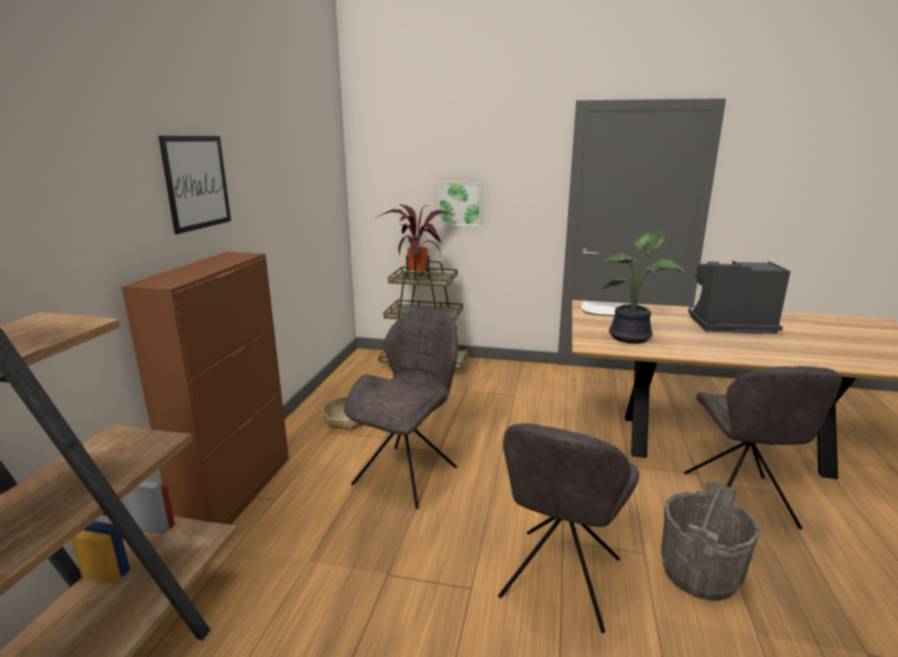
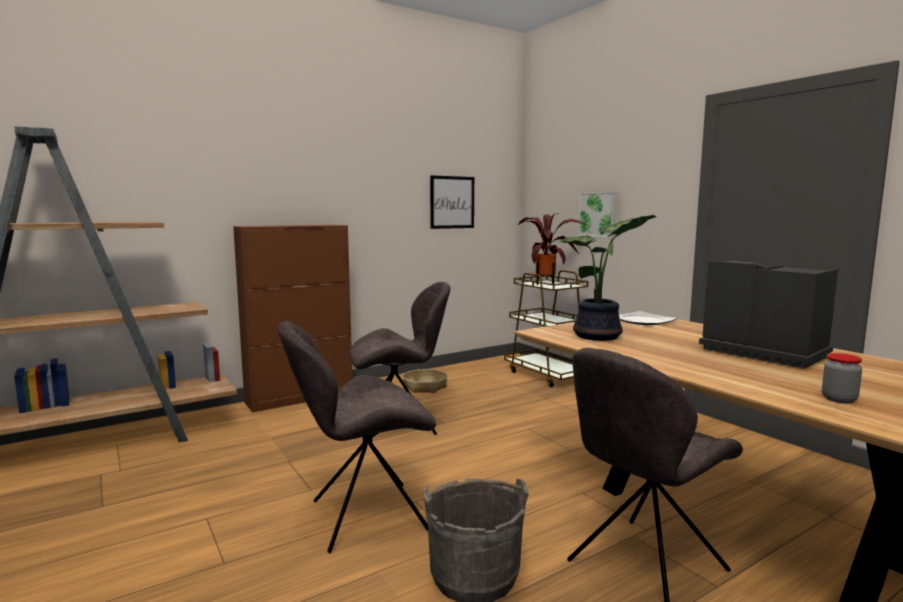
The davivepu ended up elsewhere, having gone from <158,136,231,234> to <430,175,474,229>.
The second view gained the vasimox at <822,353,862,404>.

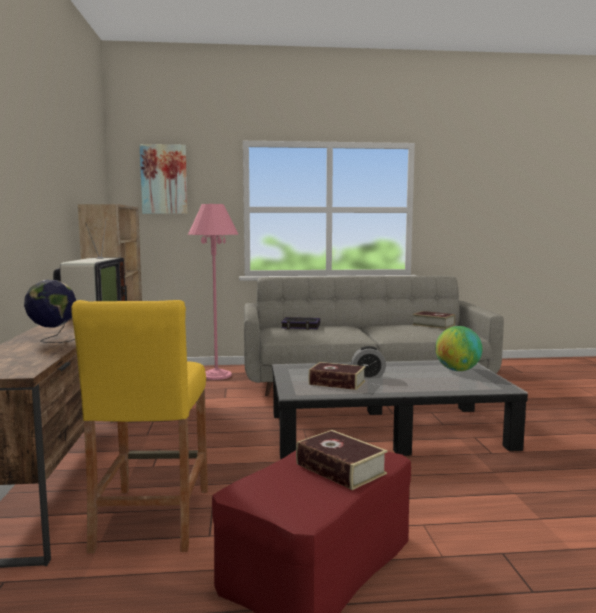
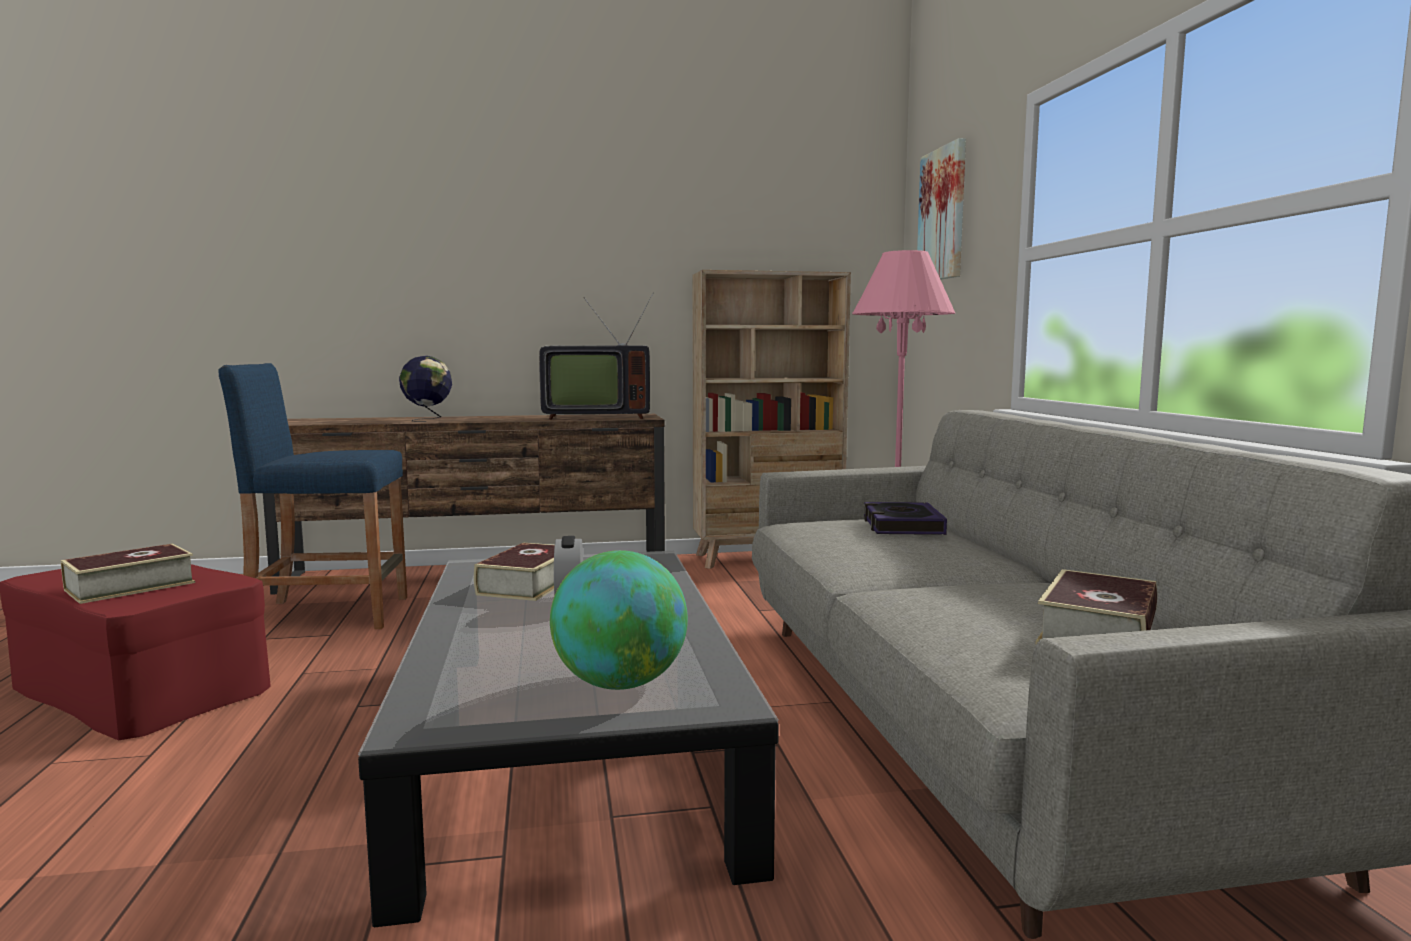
What was the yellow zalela at <71,300,208,553> turned into the blue zalela at <219,363,407,629>.

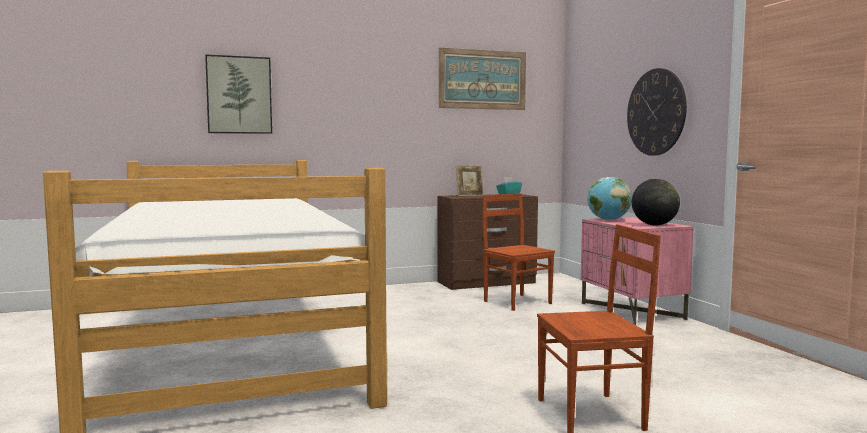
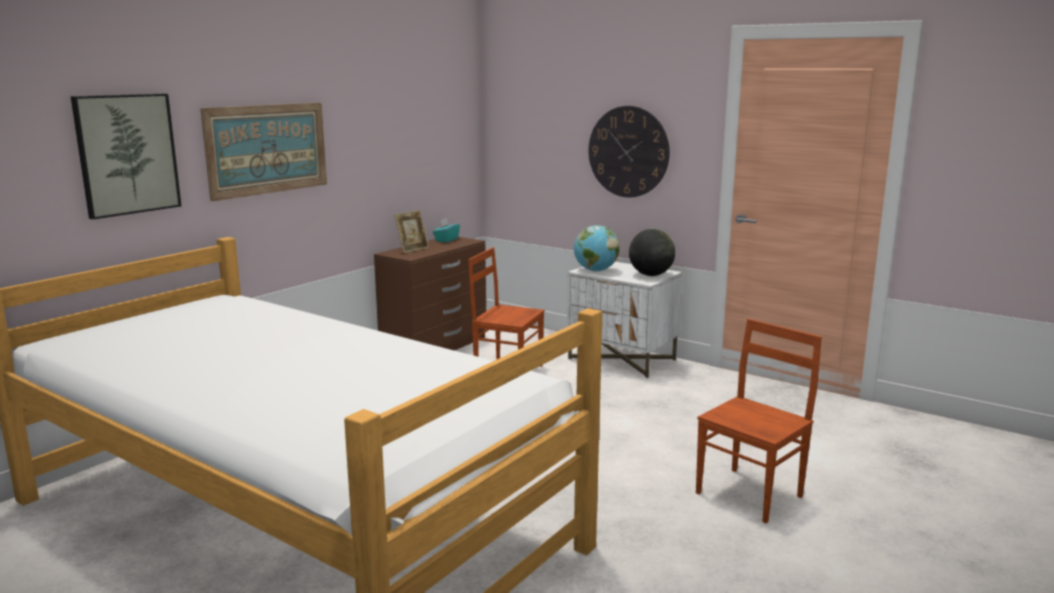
The davivepu ended up elsewhere, having gone from <439,48,526,110> to <200,103,327,201>.
What was the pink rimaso at <581,217,694,325> turned into the white rimaso at <567,262,682,379>.

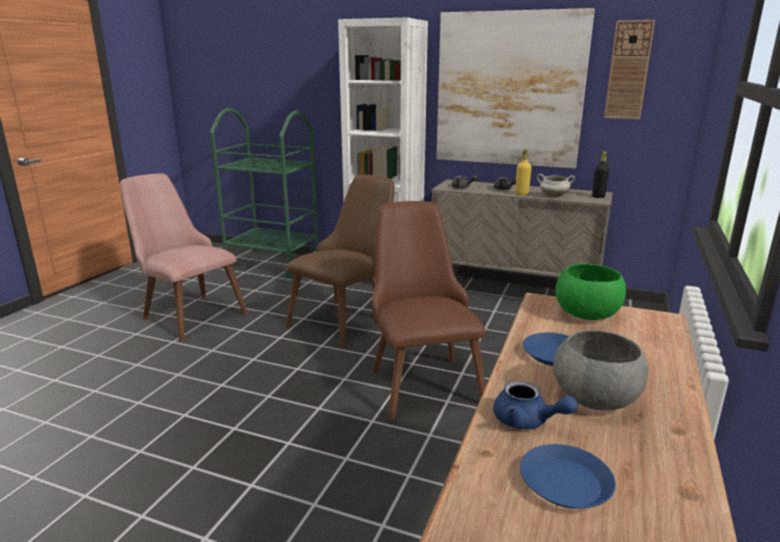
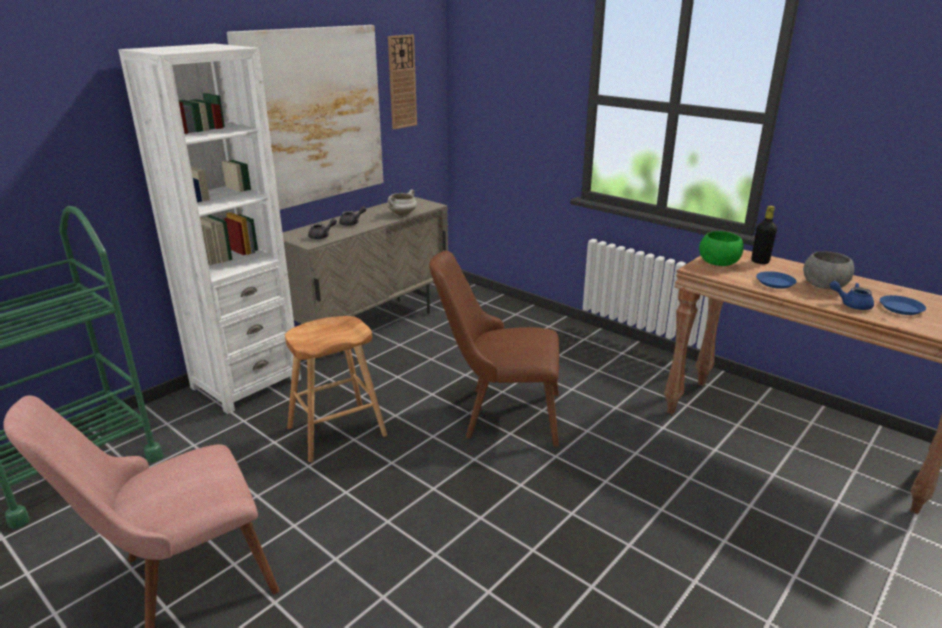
Where the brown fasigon stood at <286,174,395,348>, the brown zalela came to stand at <285,316,387,462>.
The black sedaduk ended up elsewhere, having gone from <592,151,609,198> to <751,206,777,264>.
The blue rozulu at <493,380,578,429> ended up facing another way, 120 degrees counterclockwise from before.
The second view lost the yellow sedaduk at <515,150,532,195>.

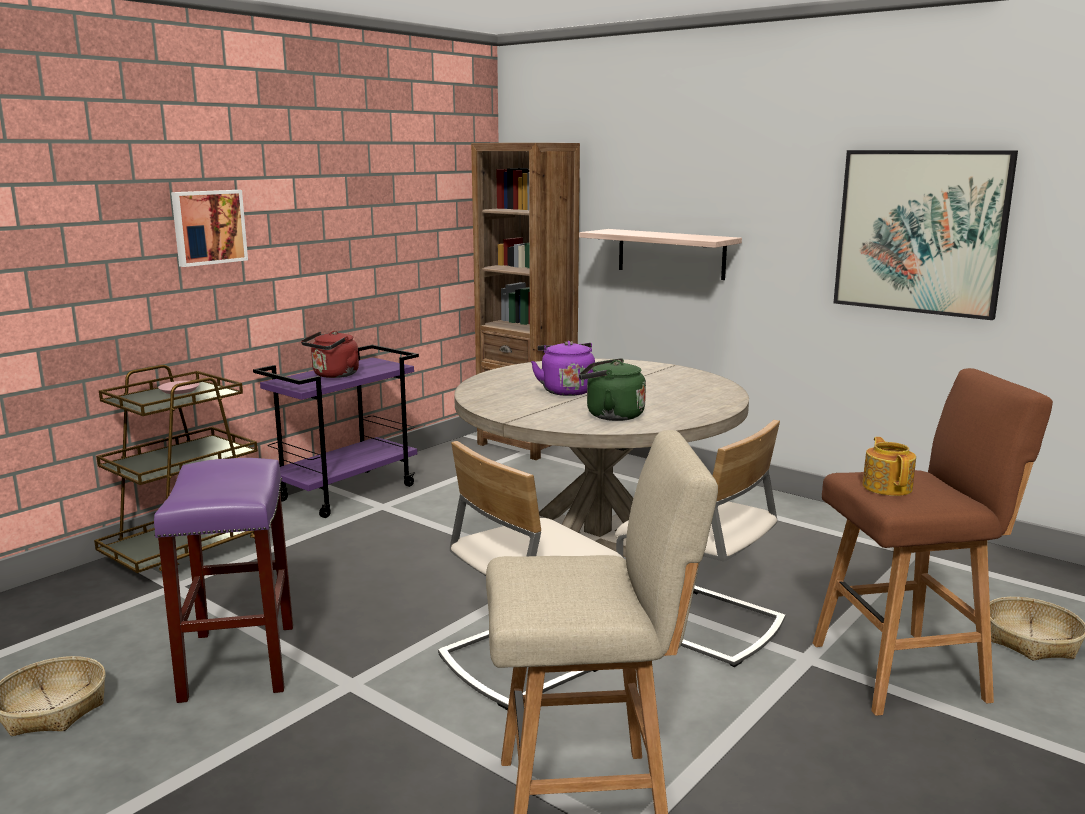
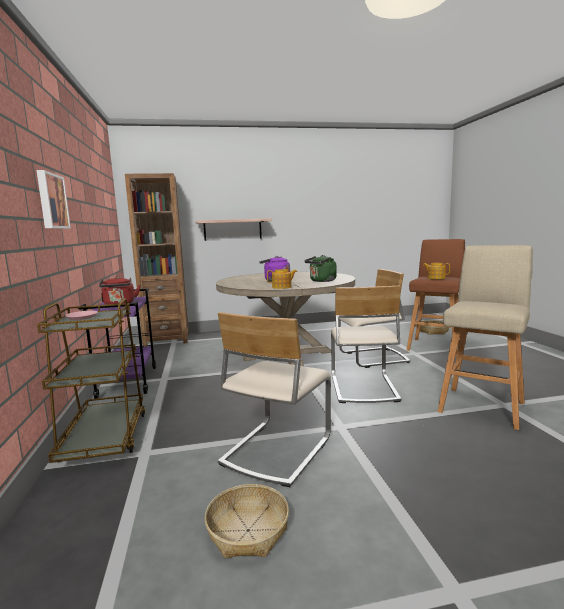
Where the purple zalela stood at <154,458,293,703>, the beige fasigon came to stand at <218,312,331,487>.
The second view gained the rozulu at <267,269,297,289>.
The second view lost the davivepu at <834,150,1018,320>.

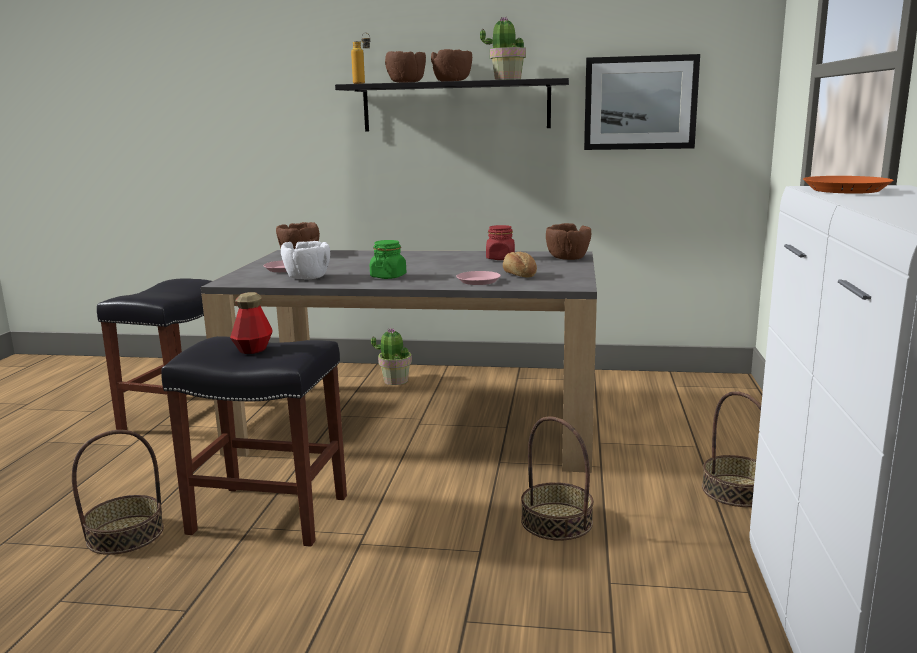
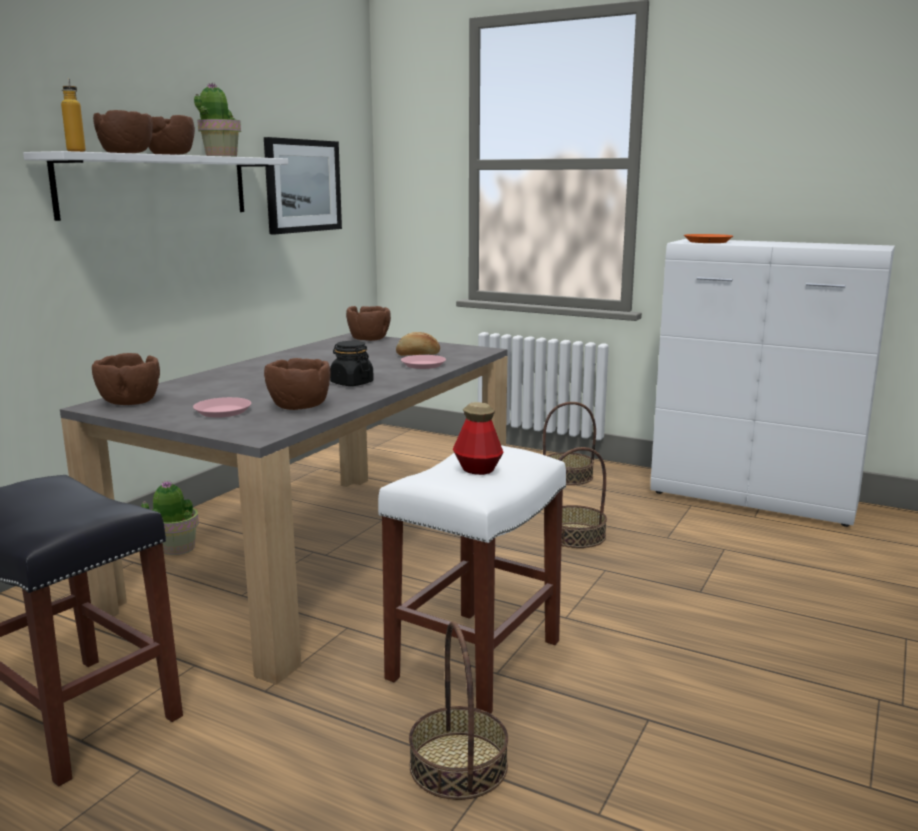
What was the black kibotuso at <335,78,569,132> turned into the white kibotuso at <23,151,288,221>.
What was the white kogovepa at <281,241,330,279> turned into the brown kogovepa at <264,358,331,410>.
What was the green vasimox at <370,240,406,279> turned into the black vasimox at <330,341,374,386>.
What was the black zalela at <161,336,347,547> turned into the white zalela at <378,445,566,714>.
The second view lost the red vasimox at <486,225,515,260>.

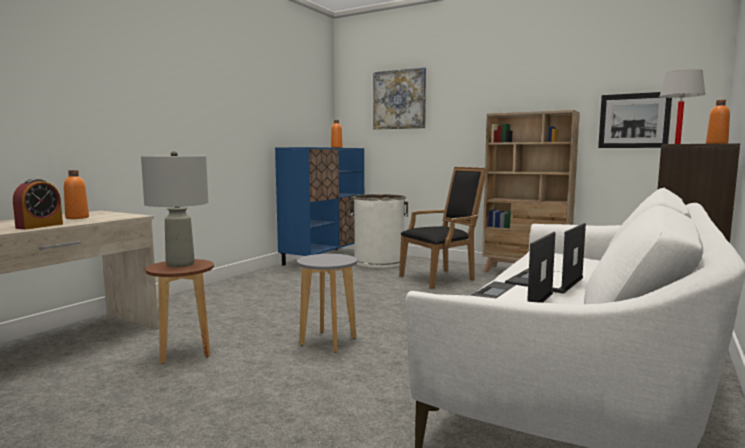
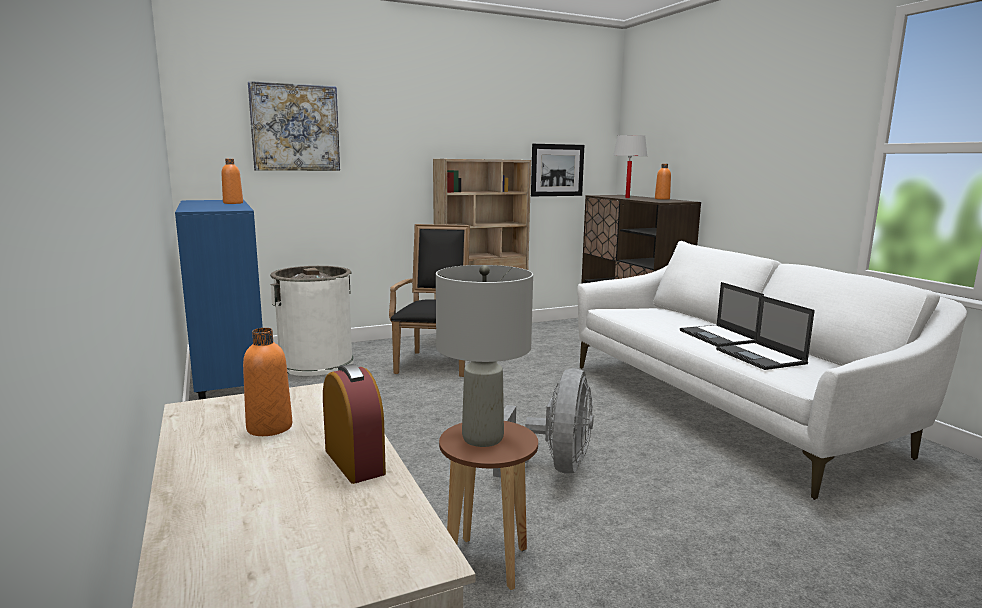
Where the grey zalela stood at <297,254,357,352>, the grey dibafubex came to stand at <493,368,594,478>.

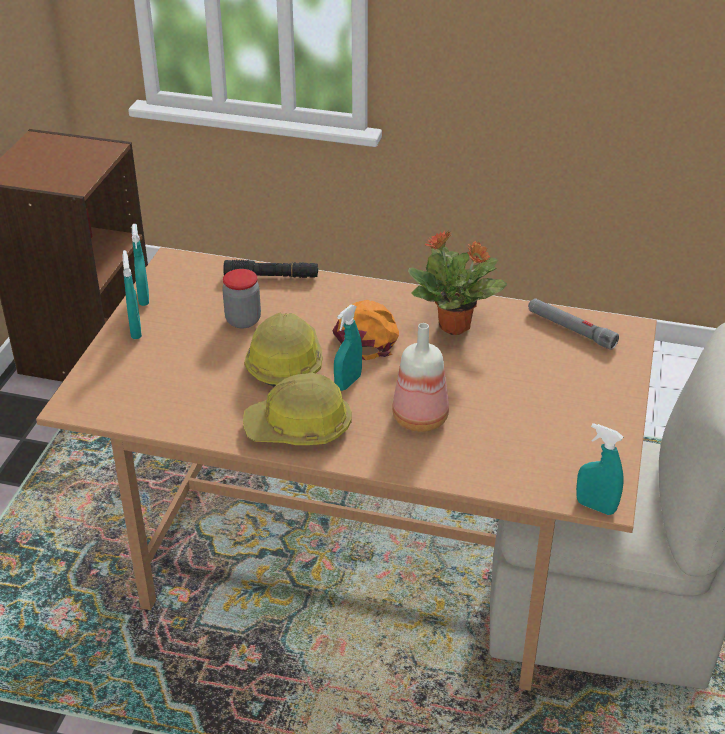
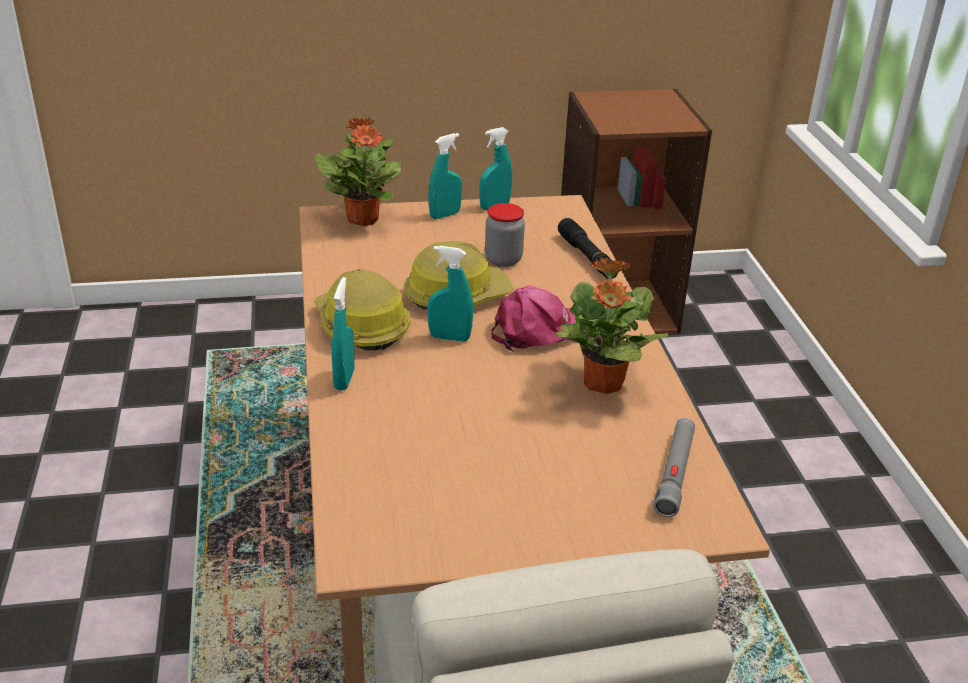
The second view gained the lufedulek at <315,116,402,226>.
The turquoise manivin ended up elsewhere, having gone from <576,423,624,515> to <332,277,354,390>.
What was the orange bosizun at <333,300,399,360> turned into the pink bosizun at <492,286,576,352>.
The second view lost the sedaduk at <392,323,449,432>.

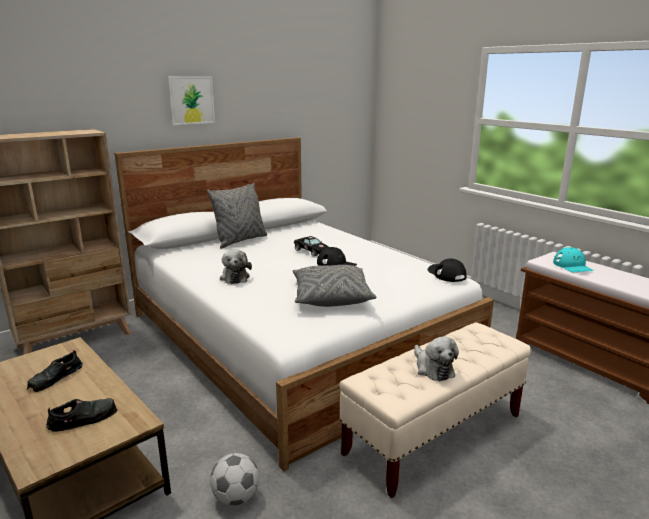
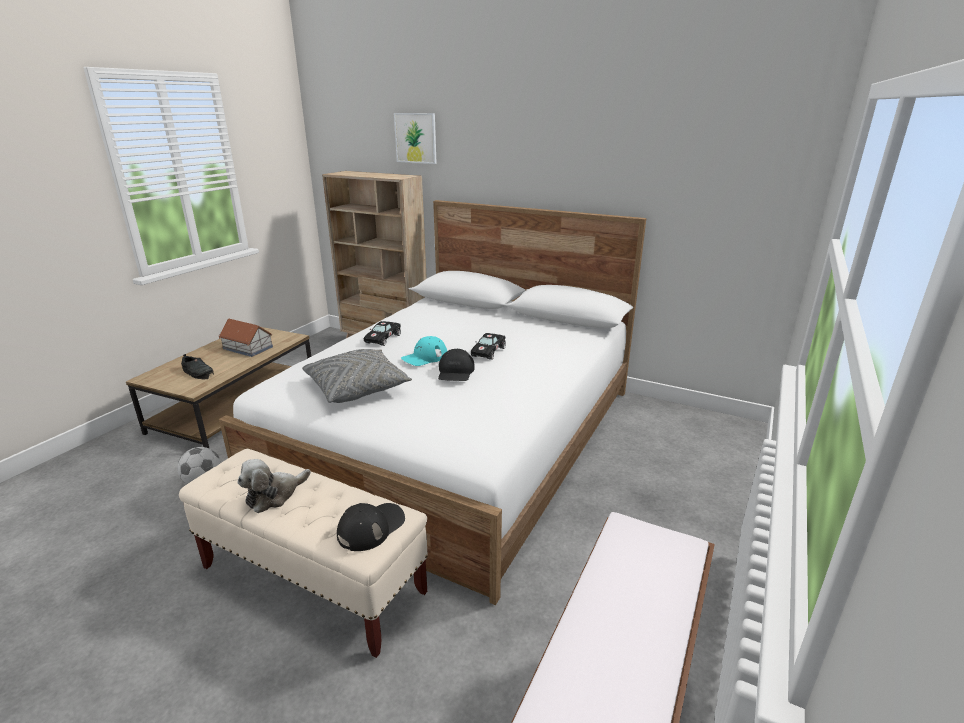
Where the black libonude stood at <26,350,83,392>, the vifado came to stand at <218,319,273,357>.
The black bosizun ended up elsewhere, having gone from <428,259,467,282> to <337,503,405,551>.
Where the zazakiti stood at <220,250,252,284>, the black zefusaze came to stand at <364,321,401,346>.
The davivepu ended up elsewhere, having gone from <167,76,215,125> to <394,113,437,164>.
The turquoise bosizun ended up elsewhere, having gone from <553,247,594,272> to <401,336,447,366>.
The second view lost the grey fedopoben at <207,183,267,249>.

